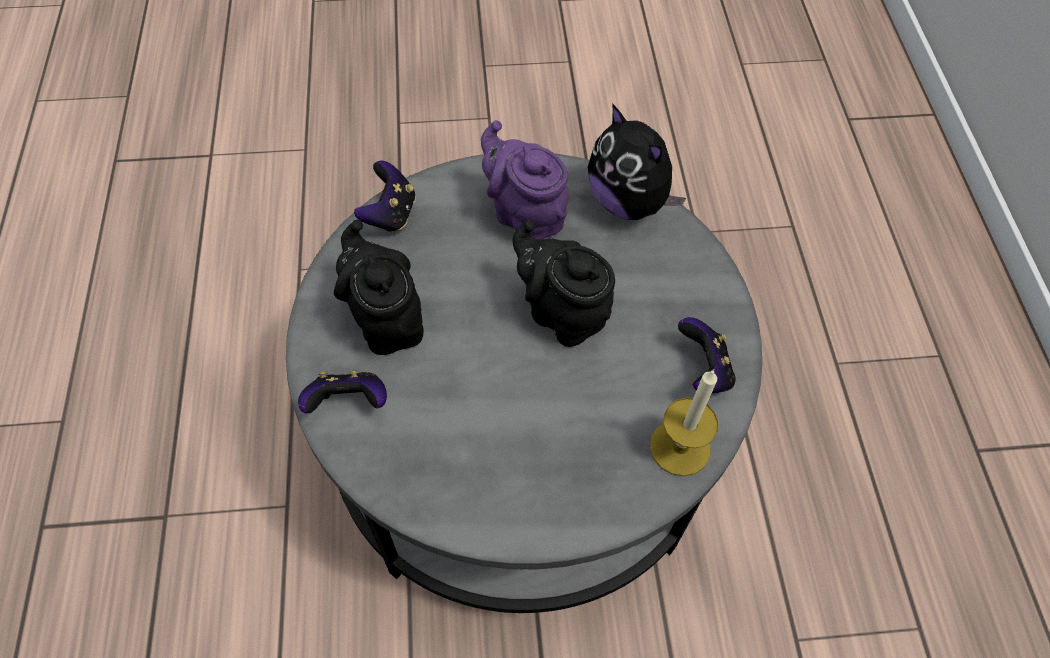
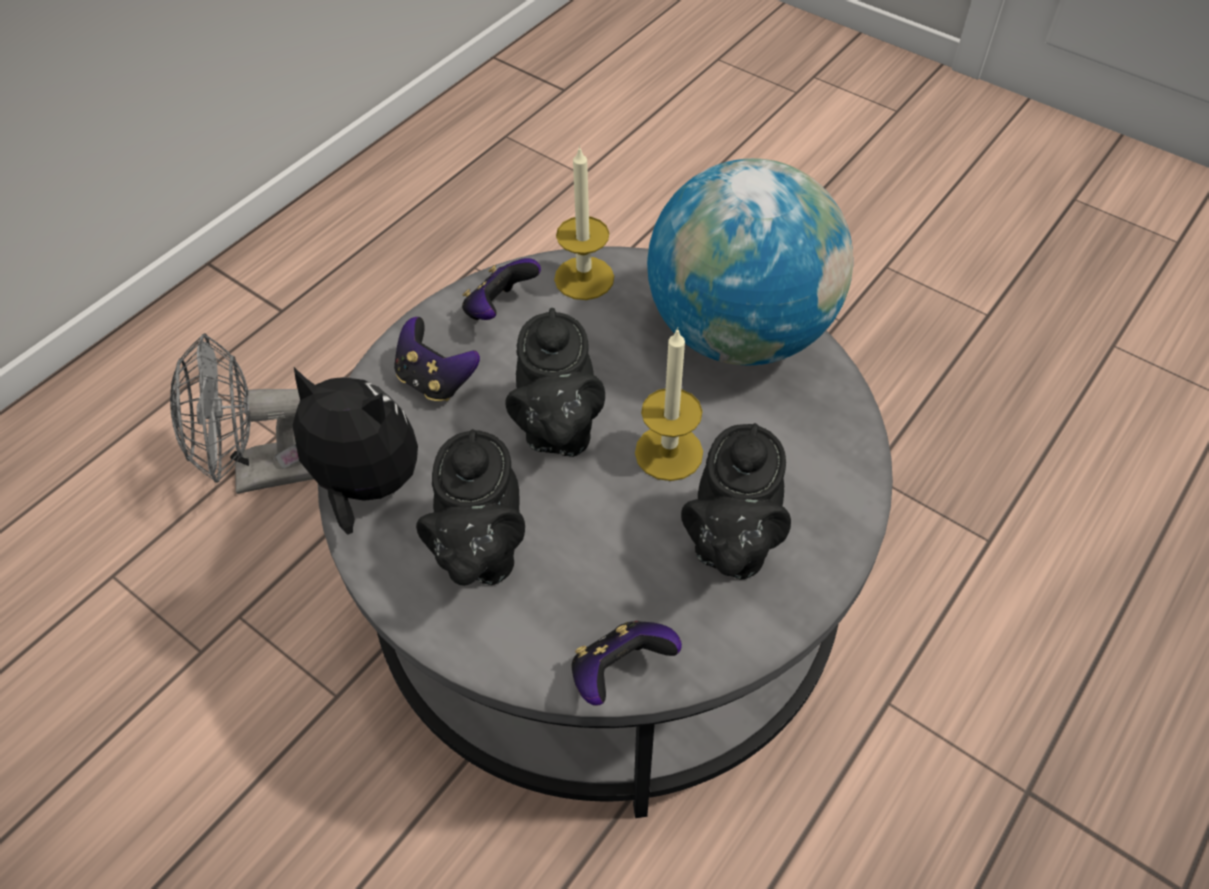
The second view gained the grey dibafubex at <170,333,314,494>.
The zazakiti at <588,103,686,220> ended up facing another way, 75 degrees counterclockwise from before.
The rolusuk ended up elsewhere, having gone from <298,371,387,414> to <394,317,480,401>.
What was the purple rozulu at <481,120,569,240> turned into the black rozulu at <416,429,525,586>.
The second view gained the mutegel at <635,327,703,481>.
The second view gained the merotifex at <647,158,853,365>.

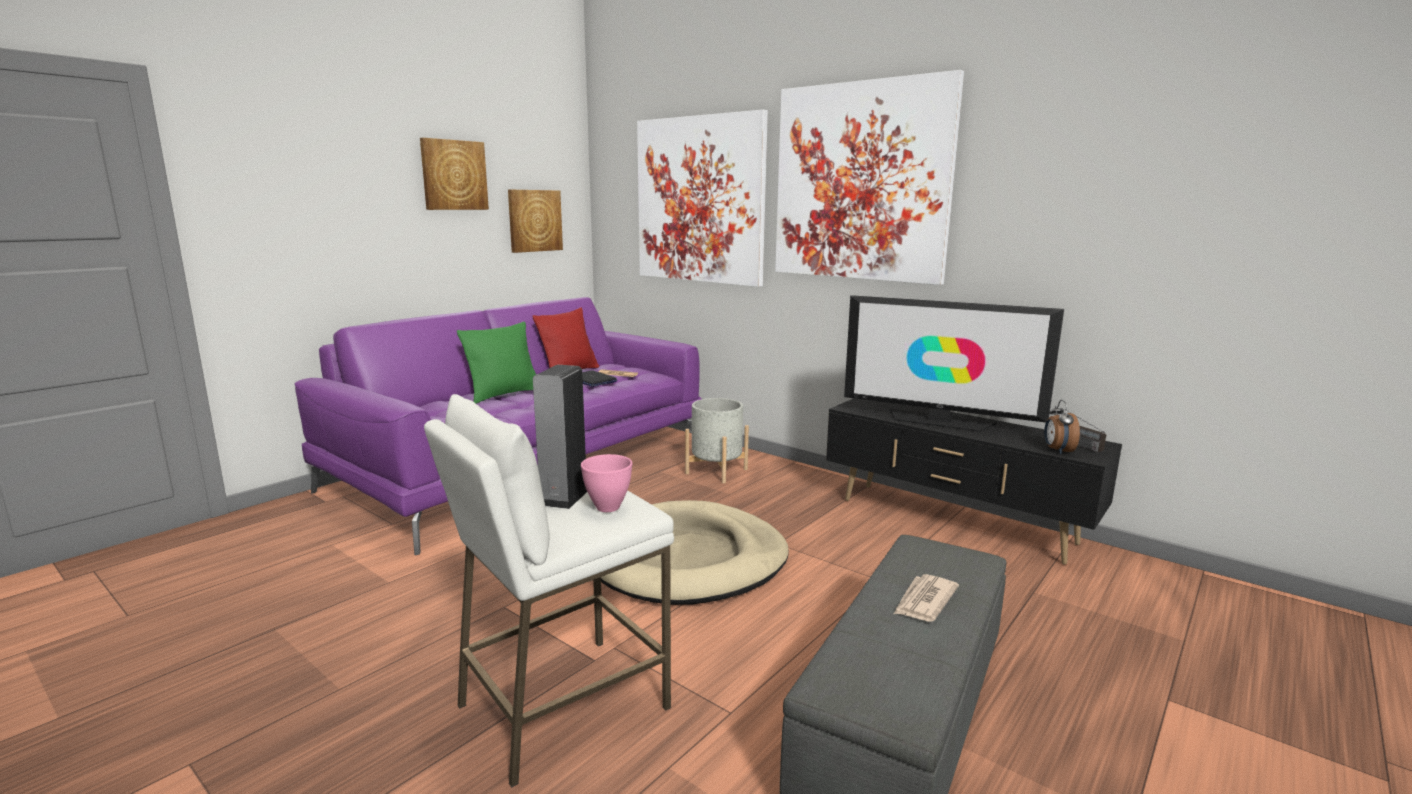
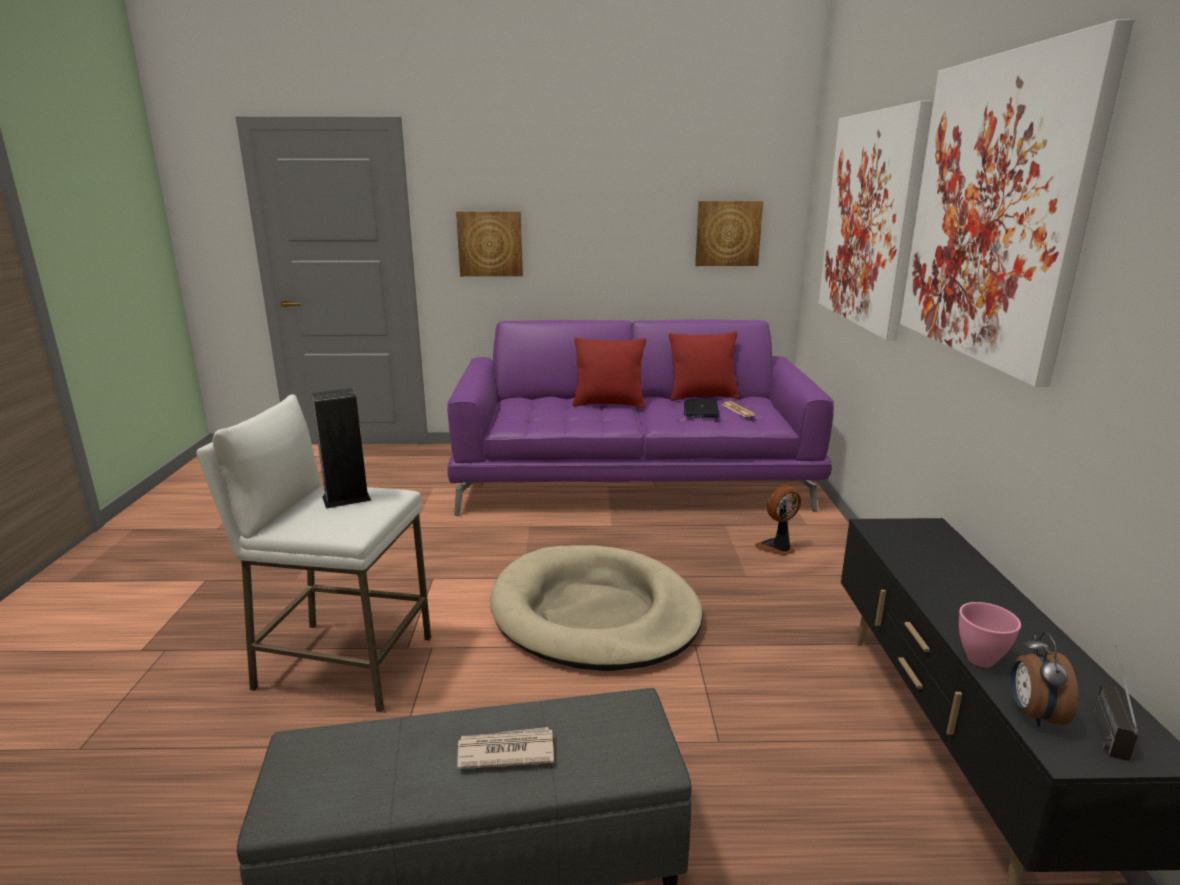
The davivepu ended up elsewhere, having gone from <420,138,489,210> to <456,211,523,276>.
What was the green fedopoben at <457,322,536,403> turned into the red fedopoben at <572,337,646,408>.
Where the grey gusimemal stood at <685,398,749,483>, the dibafubex came to stand at <755,485,801,555>.
The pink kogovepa ended up elsewhere, having gone from <581,454,632,512> to <959,602,1021,667>.
The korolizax at <1044,400,1080,454> ended up facing another way, 45 degrees counterclockwise from before.
The second view lost the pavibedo at <844,295,1064,432>.

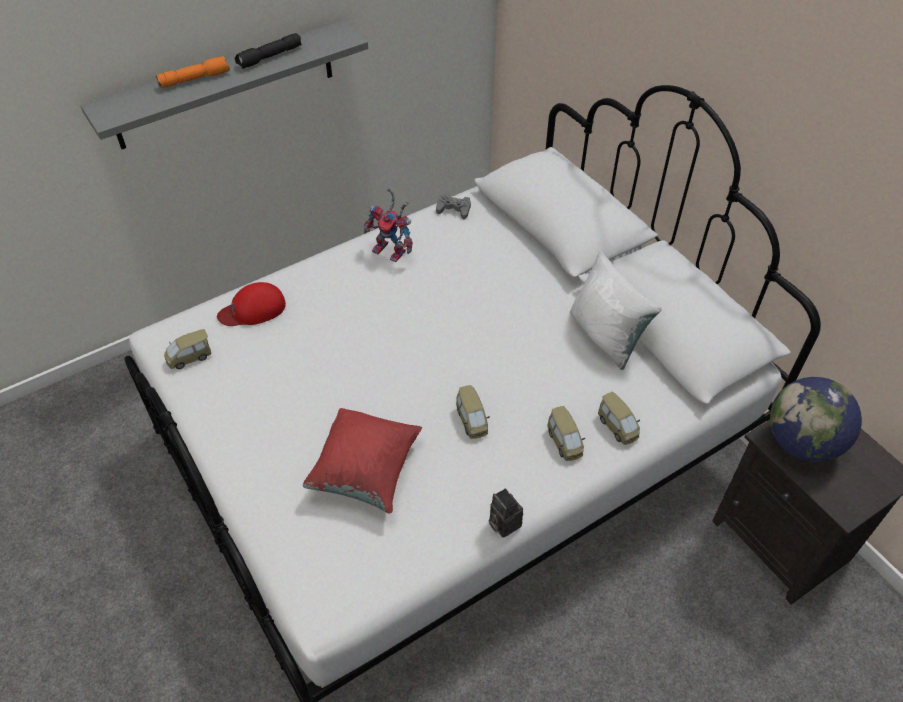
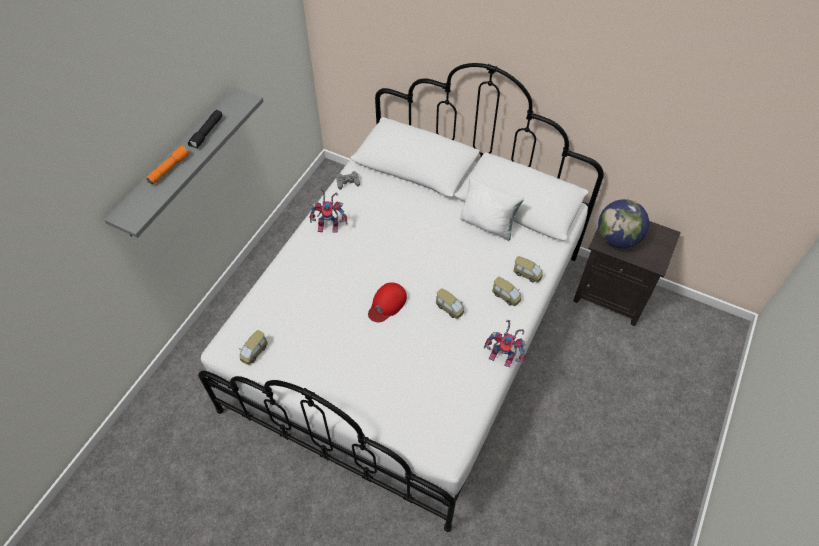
The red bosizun ended up elsewhere, having gone from <217,282,286,326> to <368,282,407,322>.
Where the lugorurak stood at <489,488,523,538>, the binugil came to stand at <484,320,527,367>.
The second view lost the red fedopoben at <303,408,422,514>.

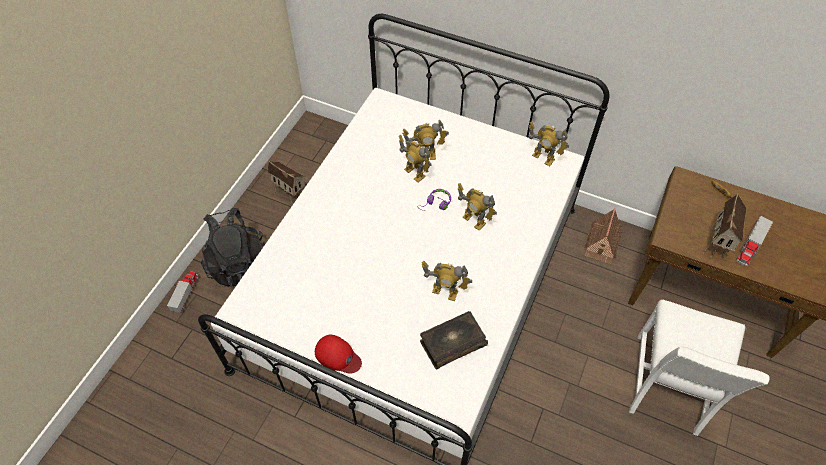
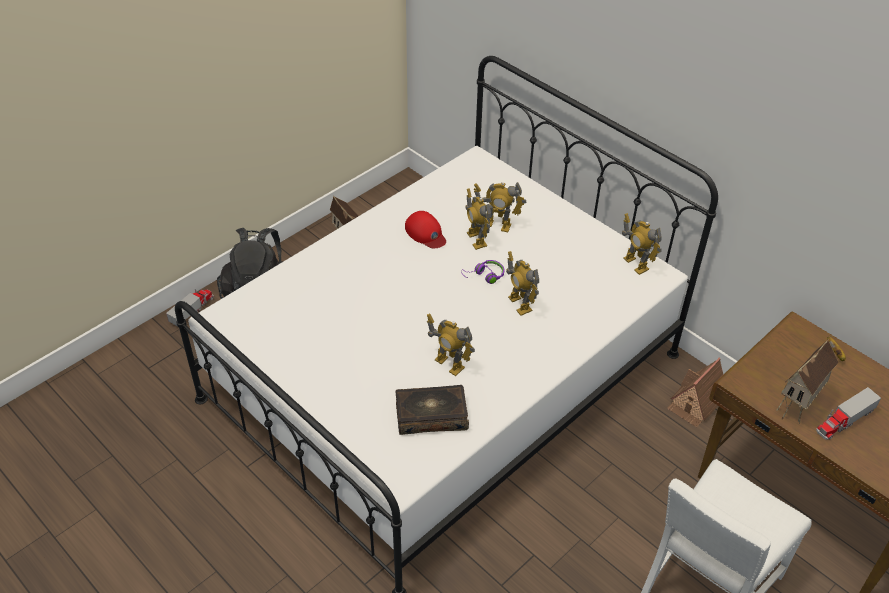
The red bosizun ended up elsewhere, having gone from <315,335,362,374> to <405,211,446,248>.

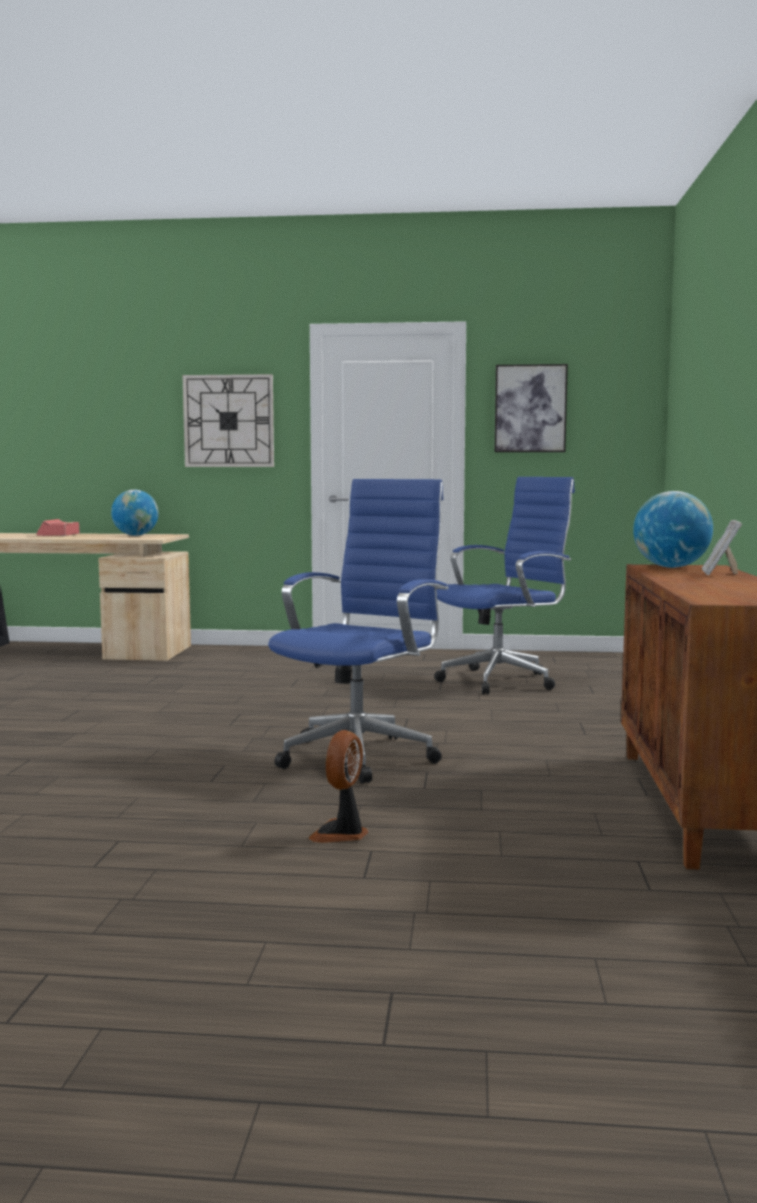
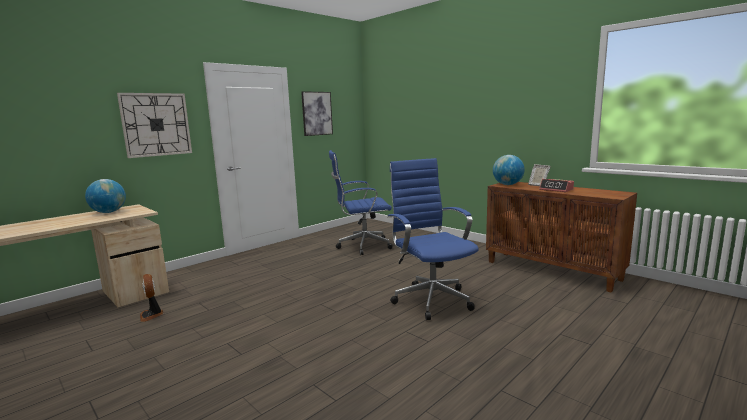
The dibafubex ended up elsewhere, having gone from <308,730,368,843> to <140,274,163,322>.
The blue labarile at <434,477,575,694> ended up facing another way, 105 degrees counterclockwise from before.
The korolizax ended up elsewhere, having gone from <37,519,79,536> to <539,179,574,192>.

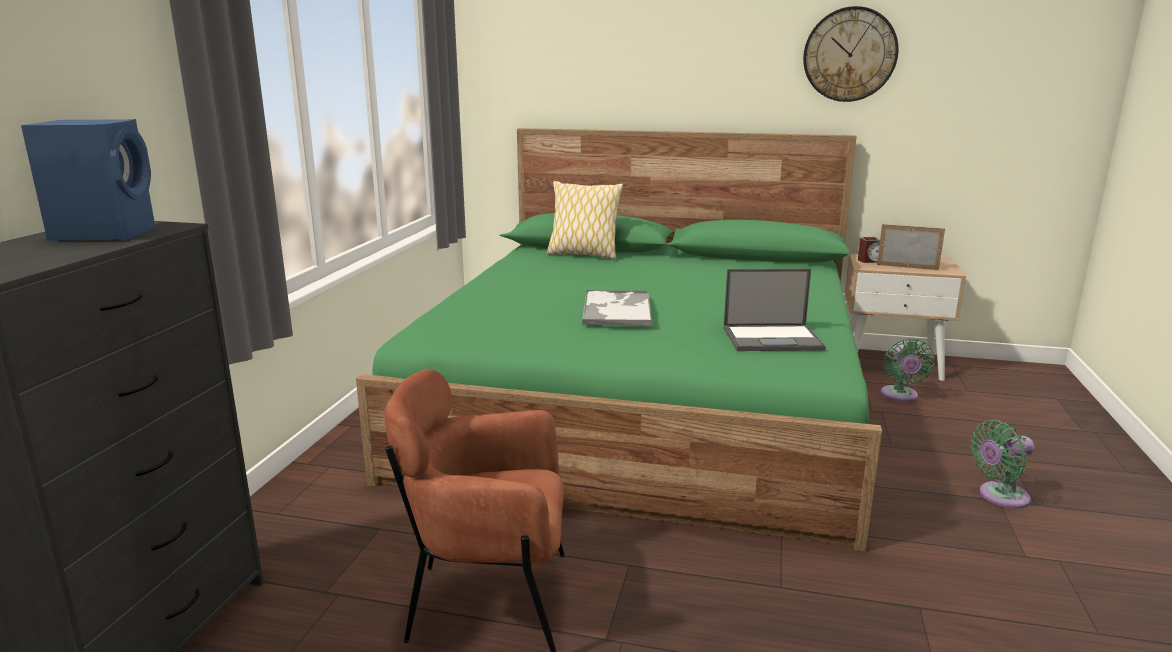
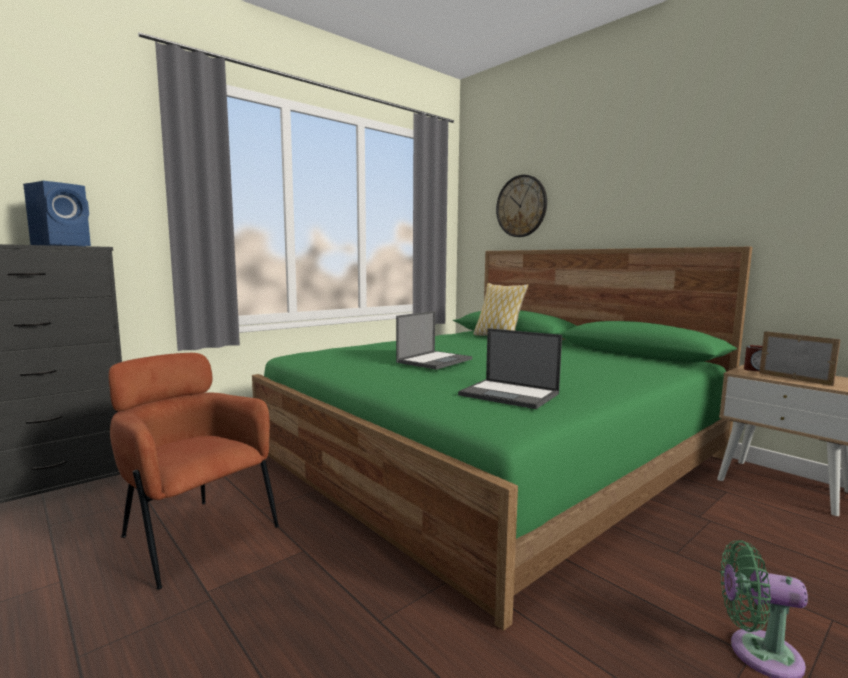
Where the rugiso stood at <582,290,652,326>, the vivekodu came to stand at <396,311,472,370>.
The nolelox ended up elsewhere, having gone from <803,6,898,102> to <496,175,547,237>.
The second view lost the green dibafubex at <881,338,935,402>.

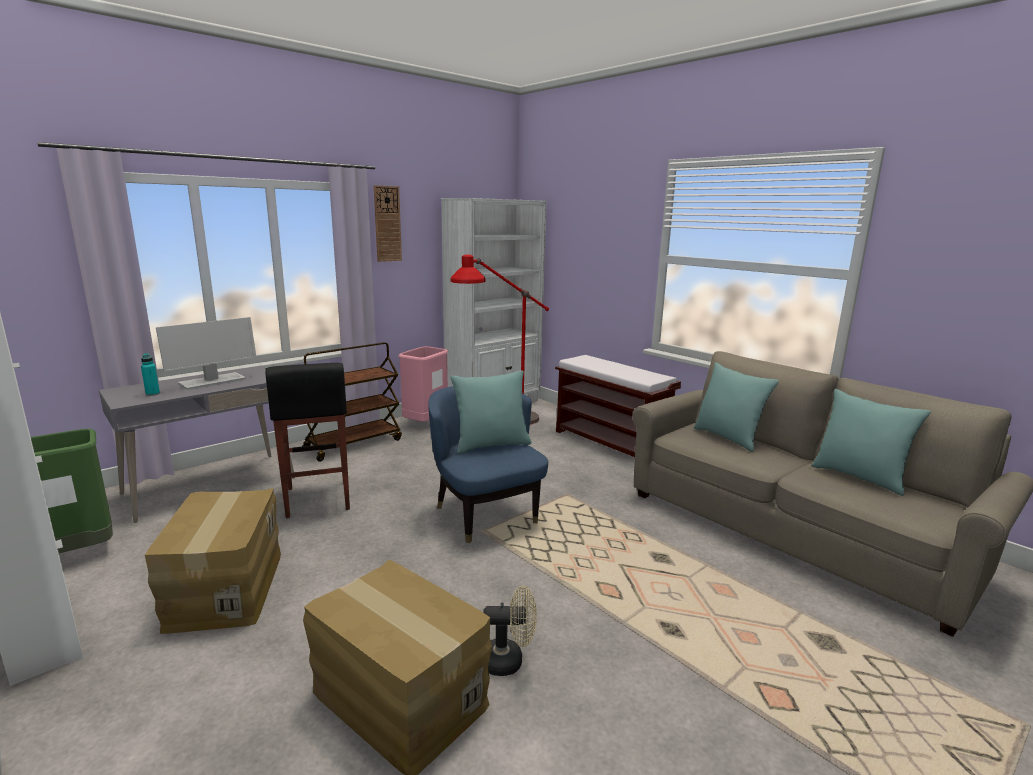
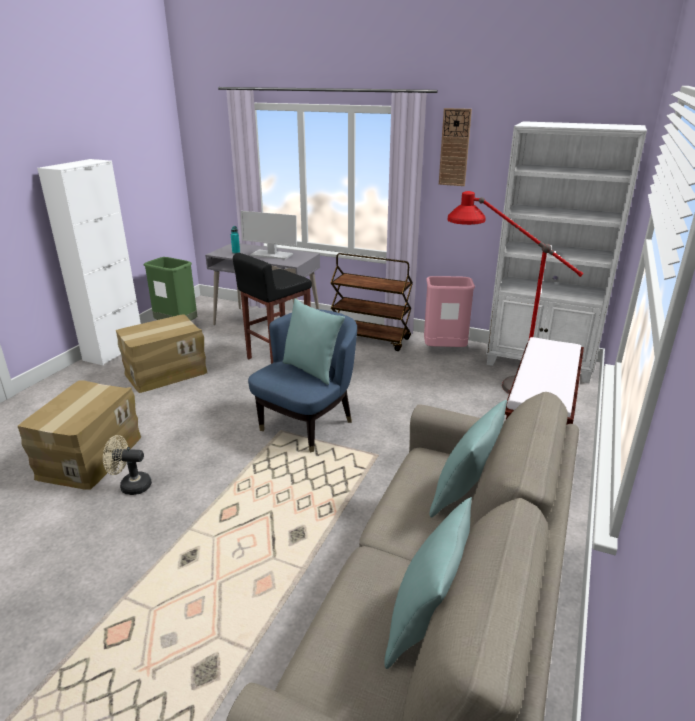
The beige dibafubex at <483,586,537,676> ended up facing another way, 120 degrees clockwise from before.

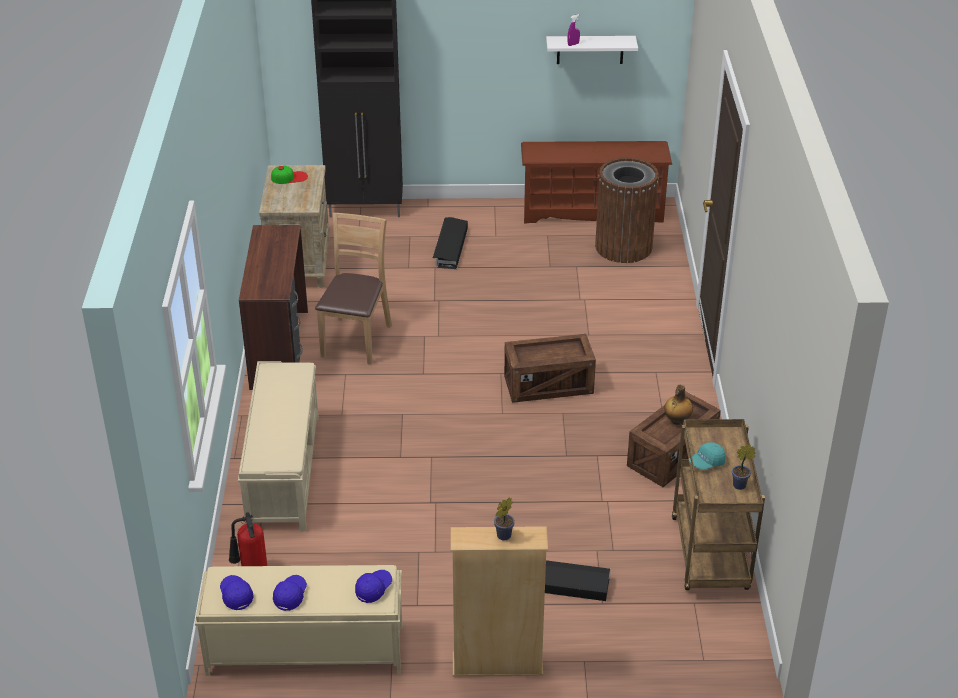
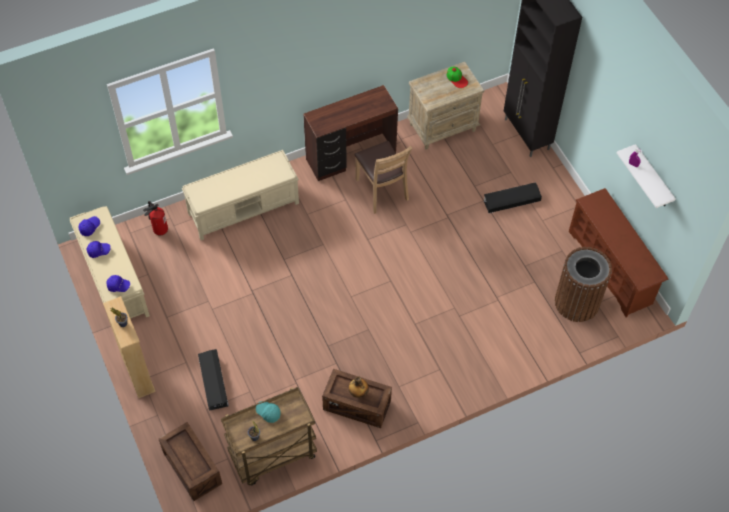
The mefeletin ended up elsewhere, having gone from <504,334,596,403> to <159,422,222,501>.
The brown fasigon at <315,213,392,365> ended up facing another way, 75 degrees clockwise from before.

